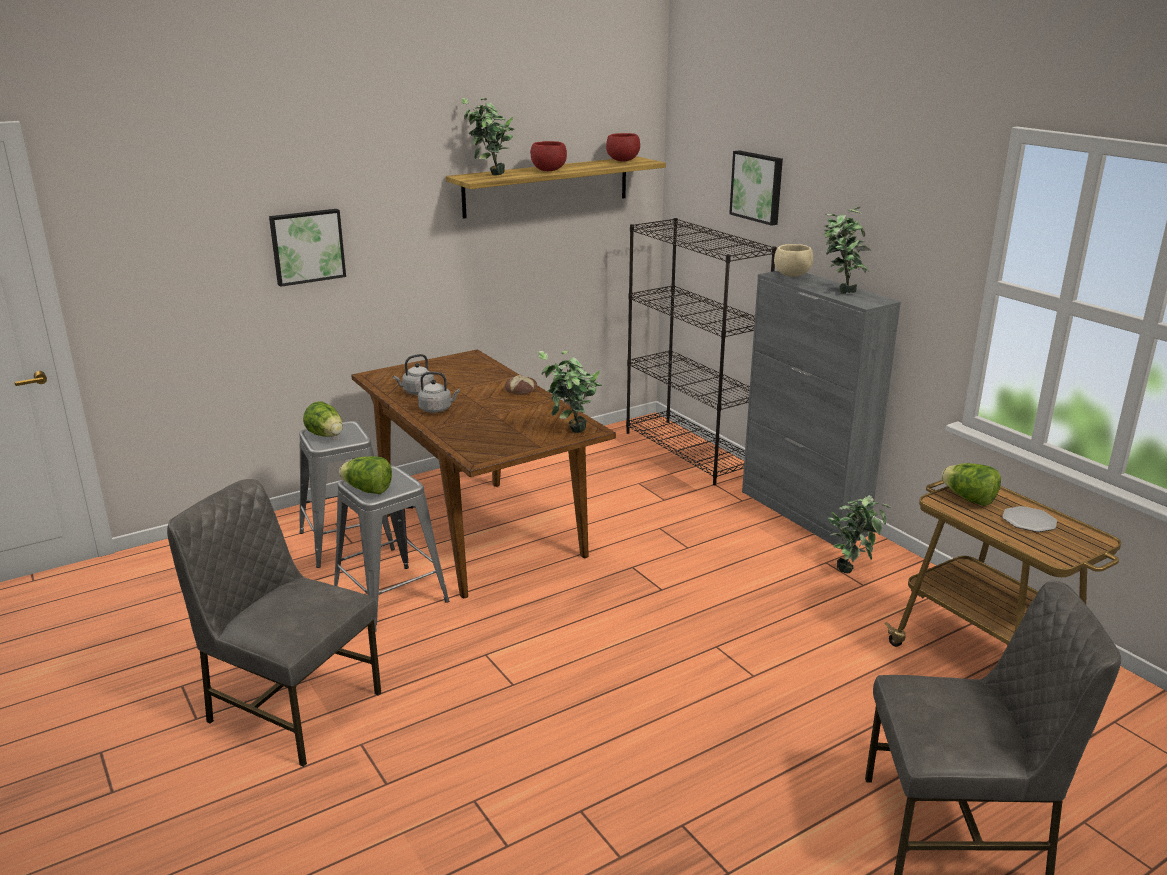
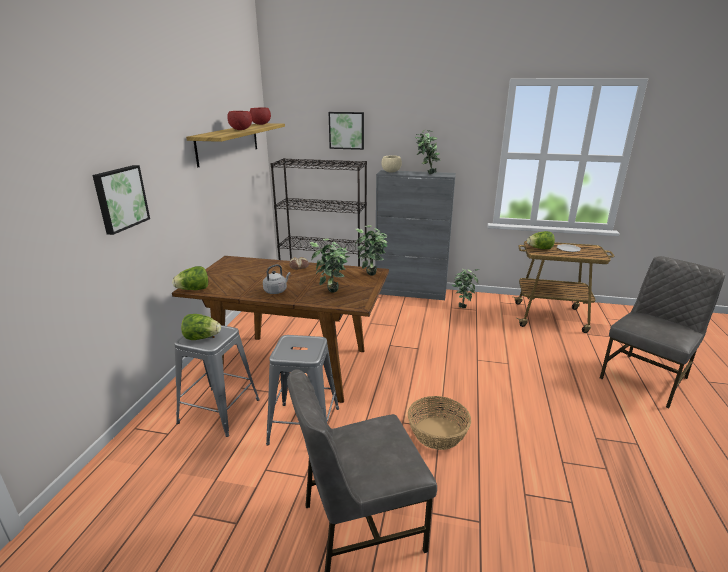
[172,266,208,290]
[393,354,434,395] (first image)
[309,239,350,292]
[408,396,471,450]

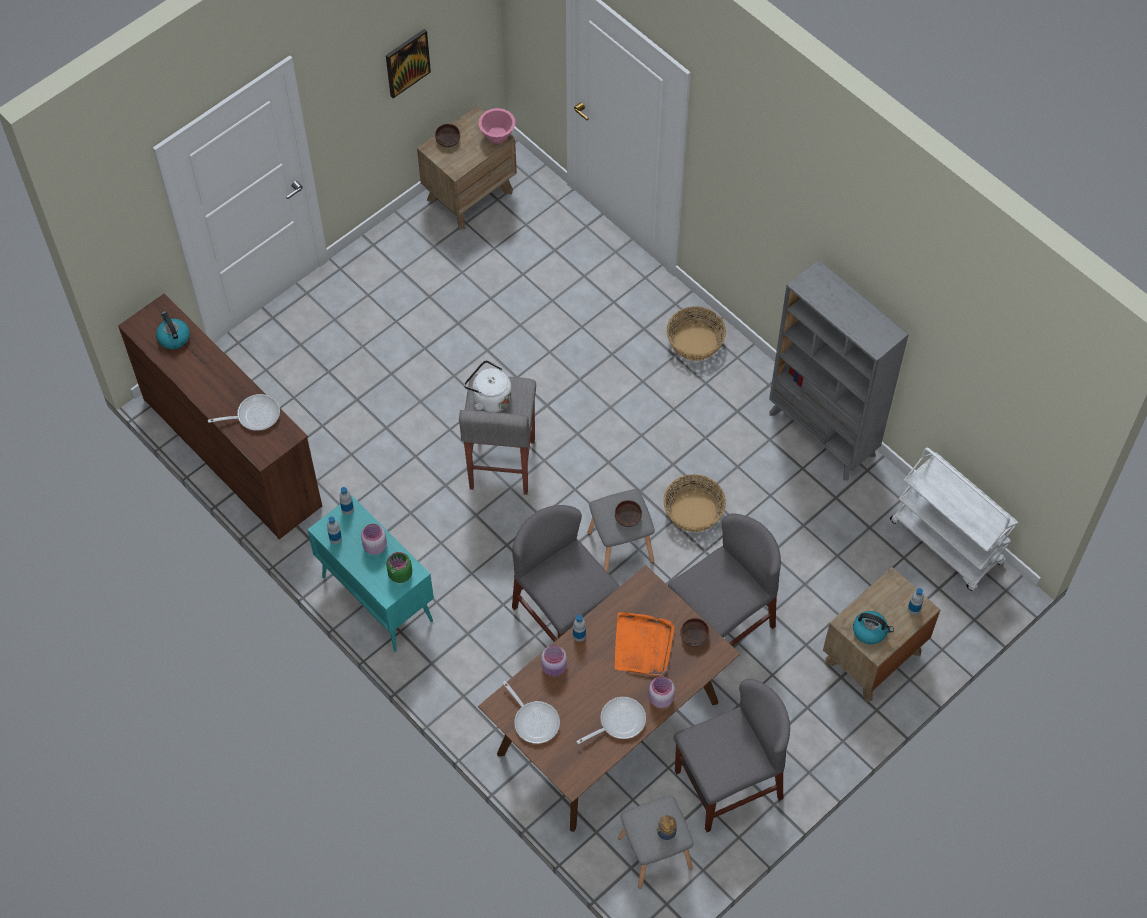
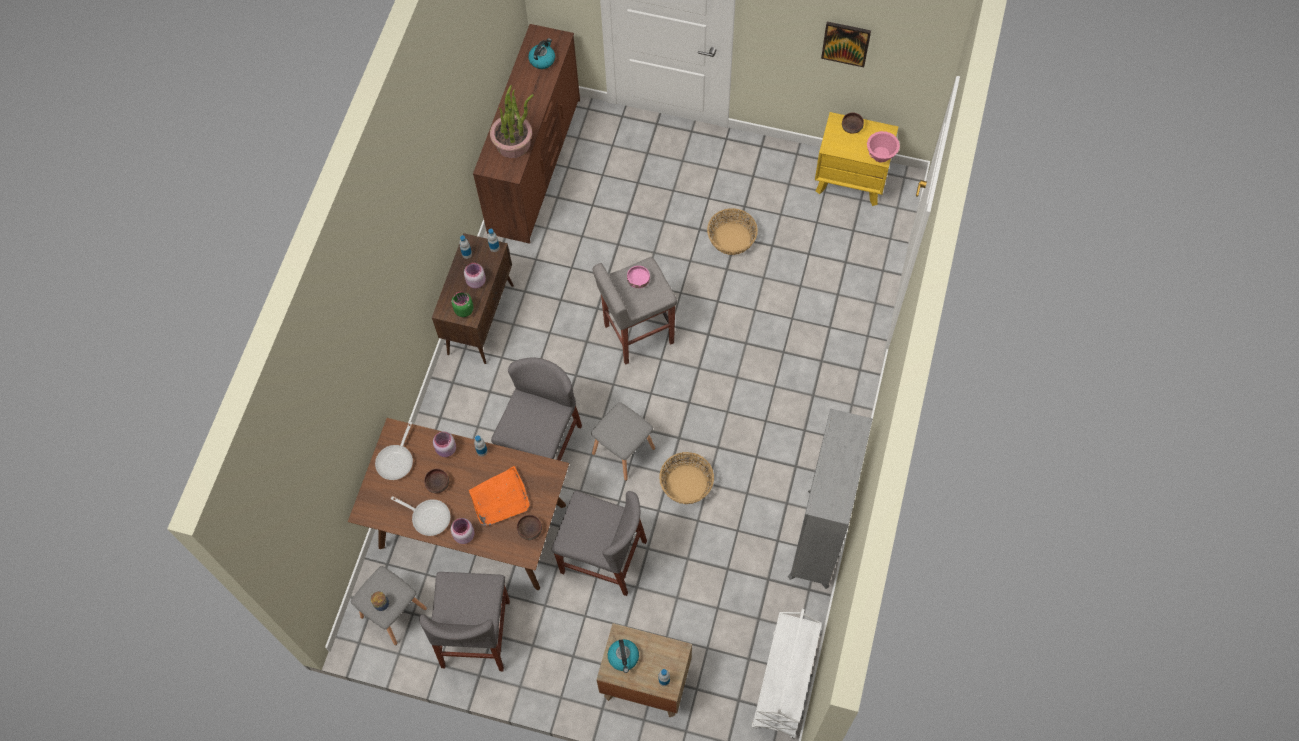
[490,85,534,158]
[432,233,514,364]
[815,112,899,206]
[627,266,650,288]
[424,469,449,493]
[707,208,758,255]
[419,572,510,671]

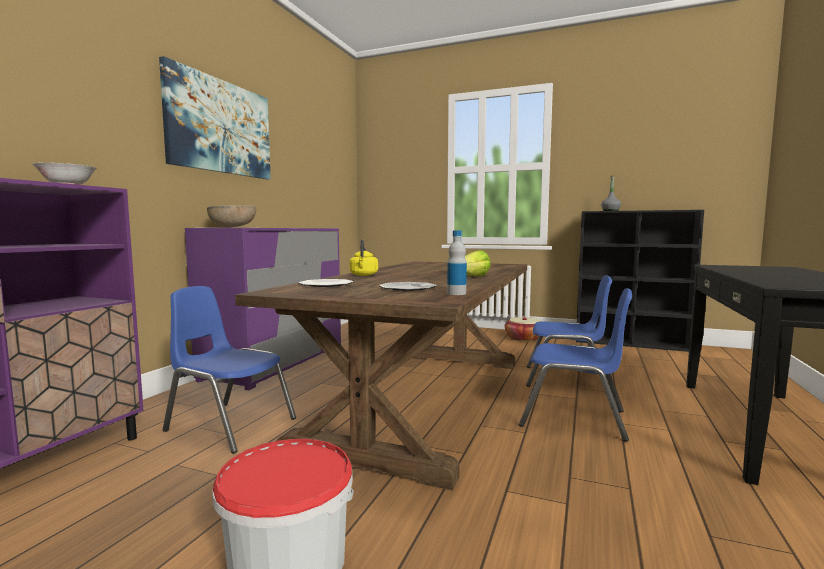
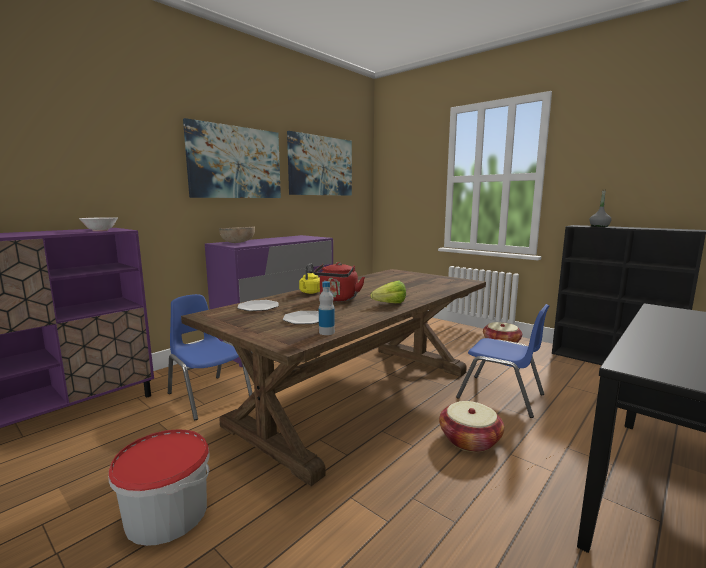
[439,401,504,452]
[287,131,352,196]
[314,262,365,302]

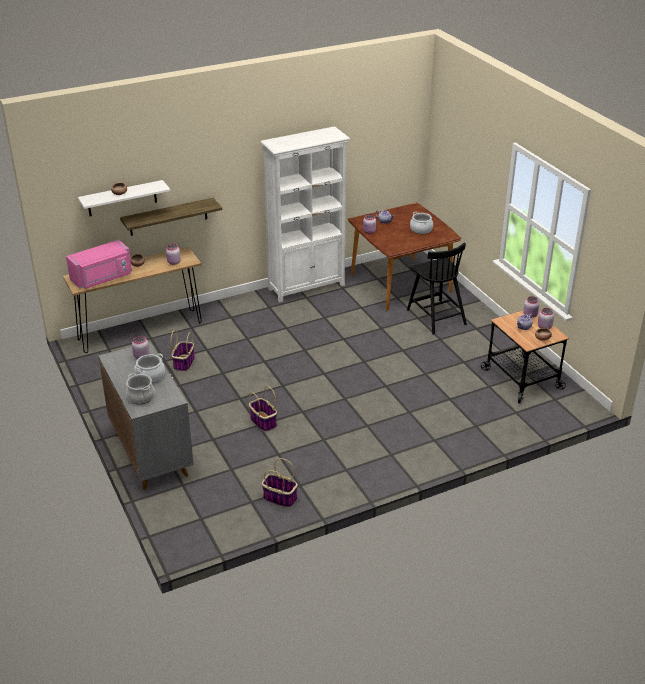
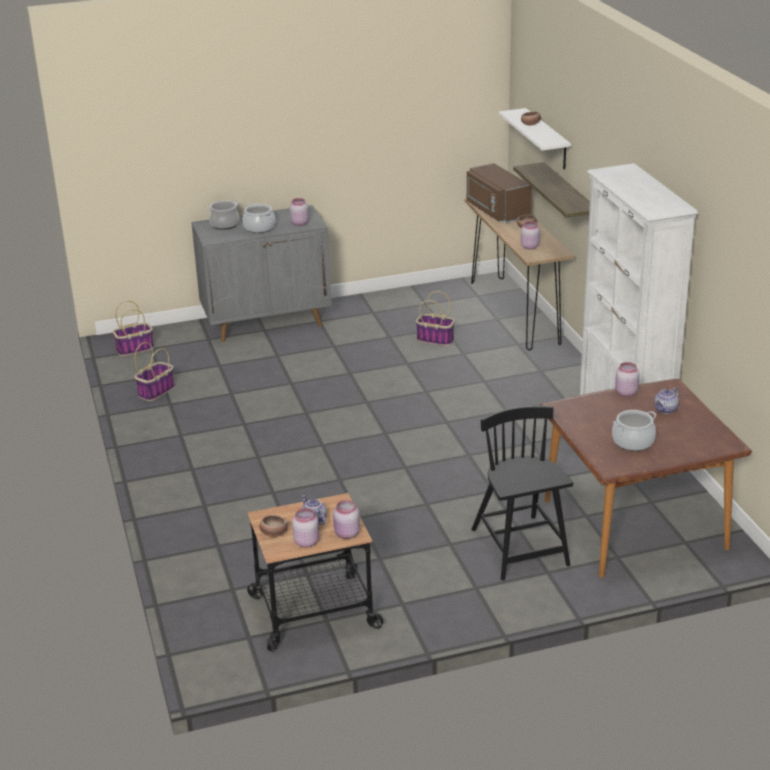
[467,163,532,222]
[113,301,154,356]
[471,406,573,580]

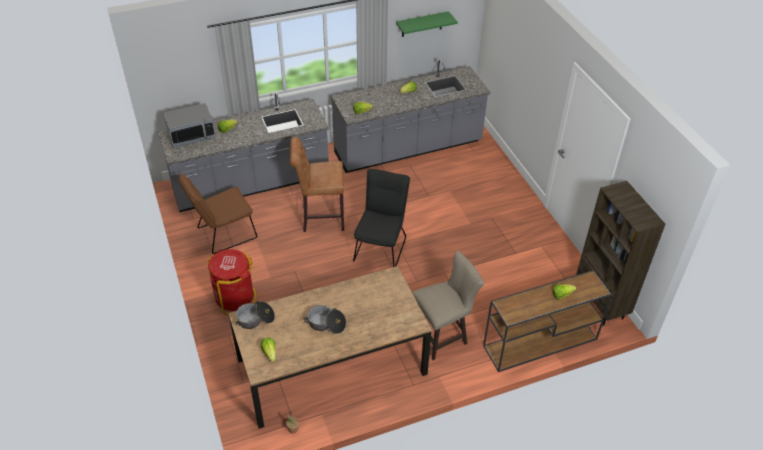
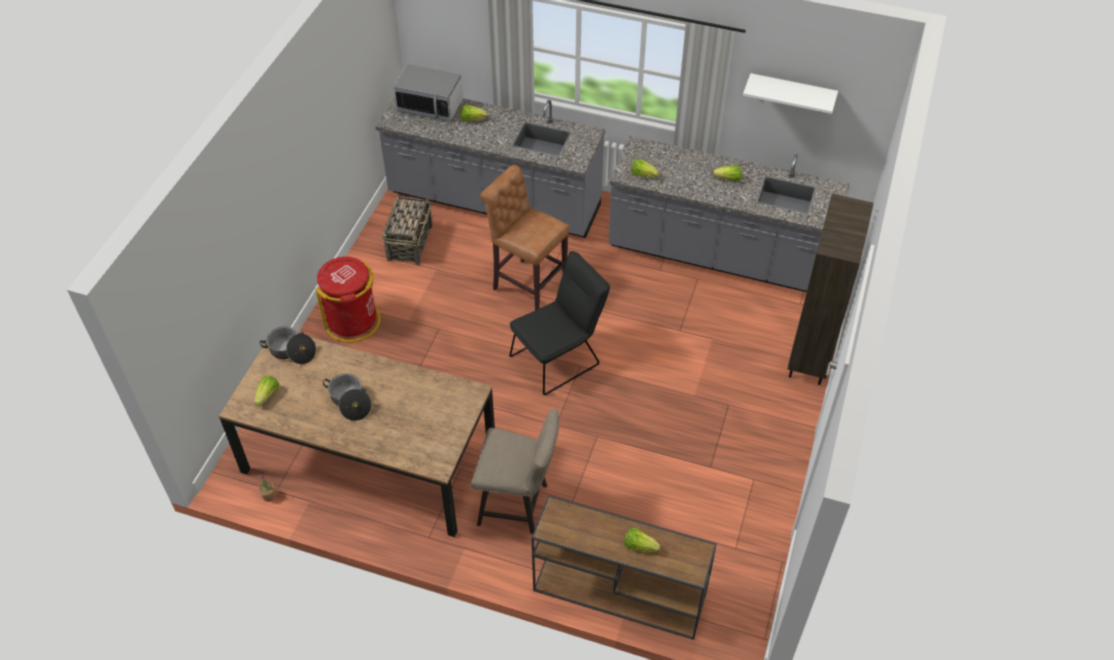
[382,196,433,265]
[743,73,838,114]
[788,194,874,385]

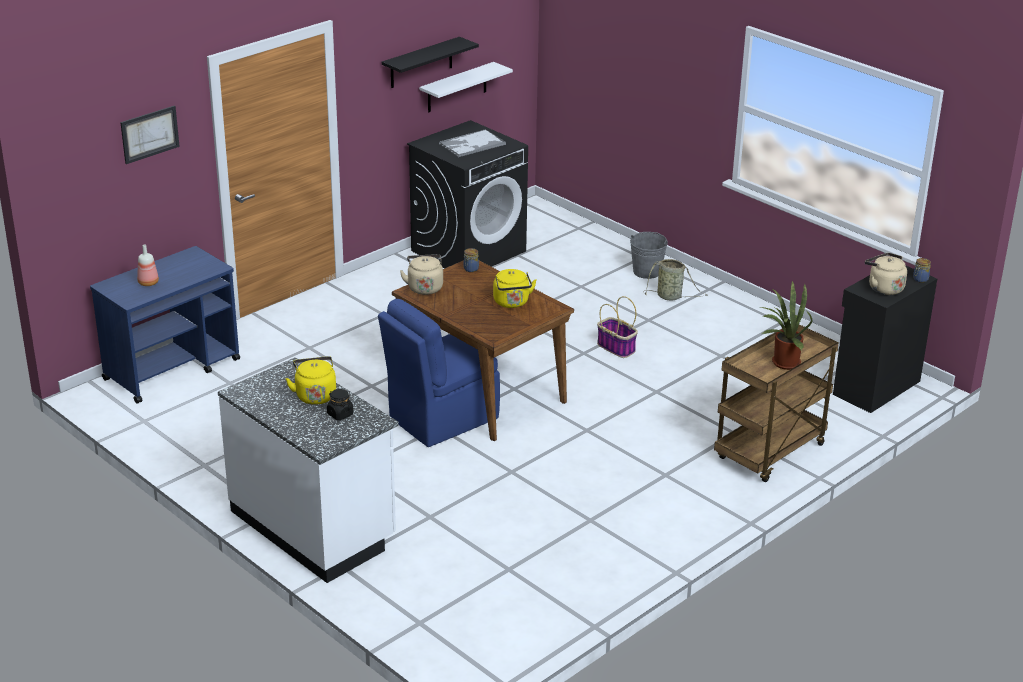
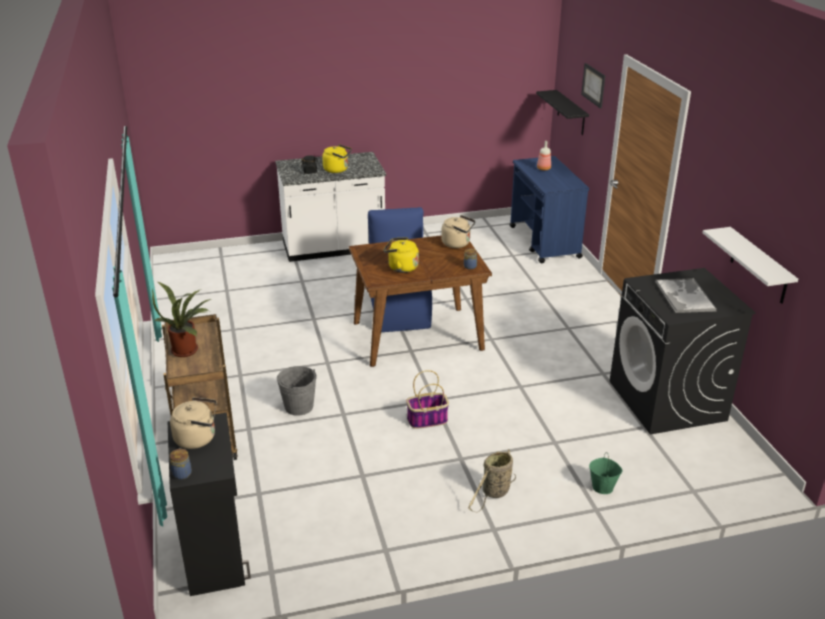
[536,90,589,135]
[277,366,317,416]
[589,452,623,494]

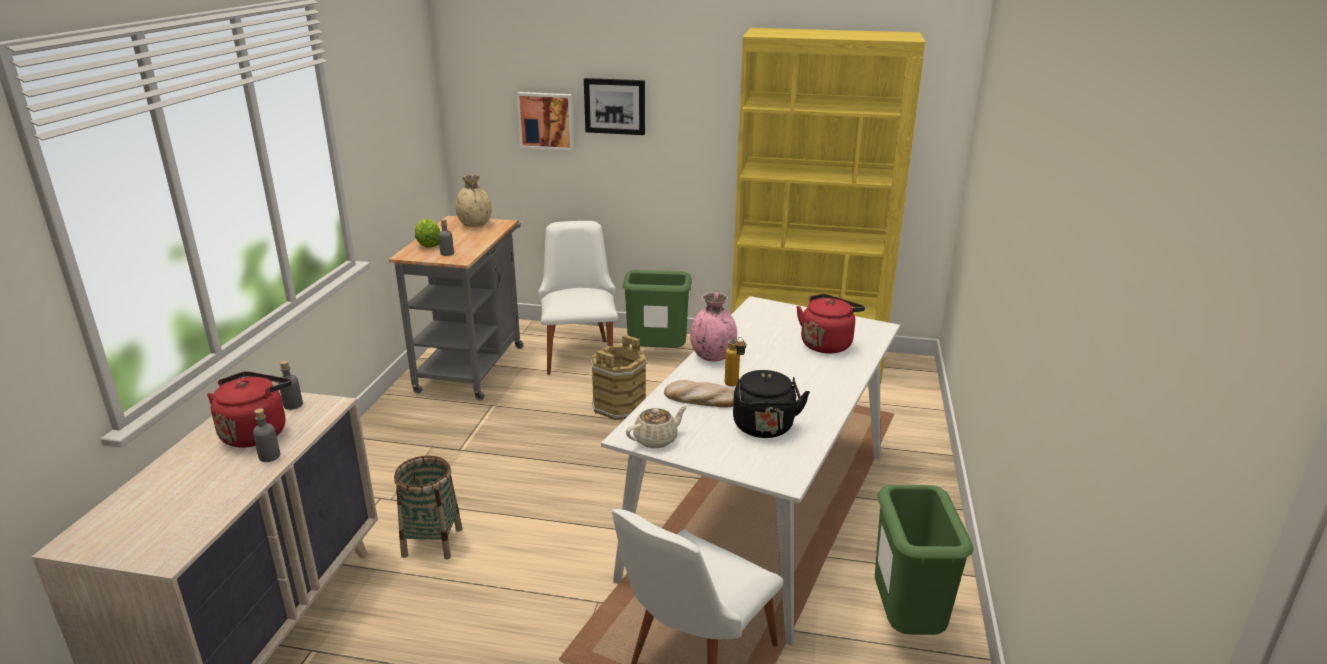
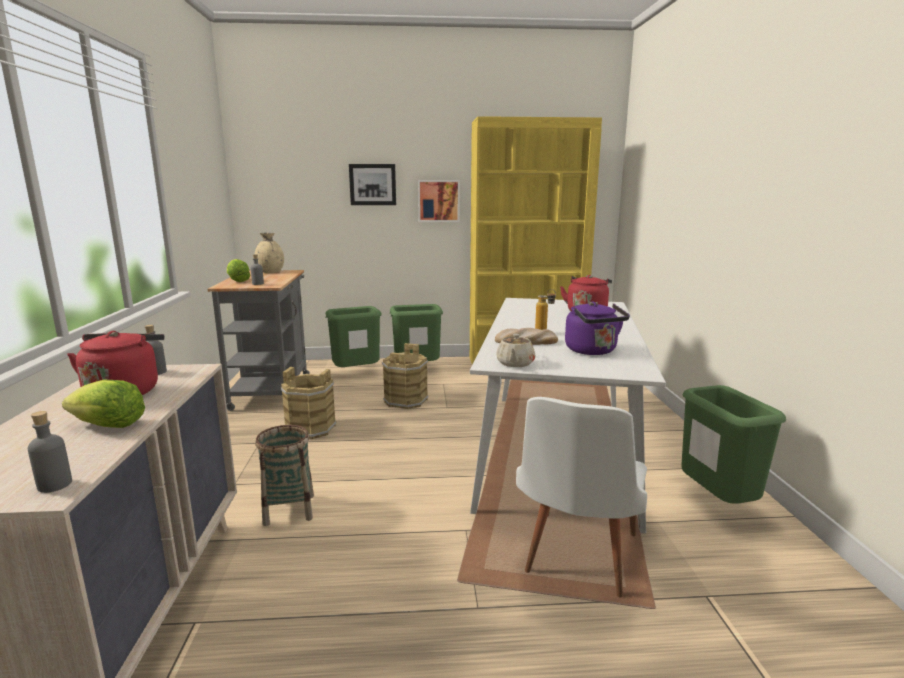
[28,411,72,493]
[418,180,460,222]
[325,306,381,367]
[496,334,535,367]
[690,293,737,362] (first image)
[565,301,630,355]
[62,380,145,428]
[281,367,337,439]

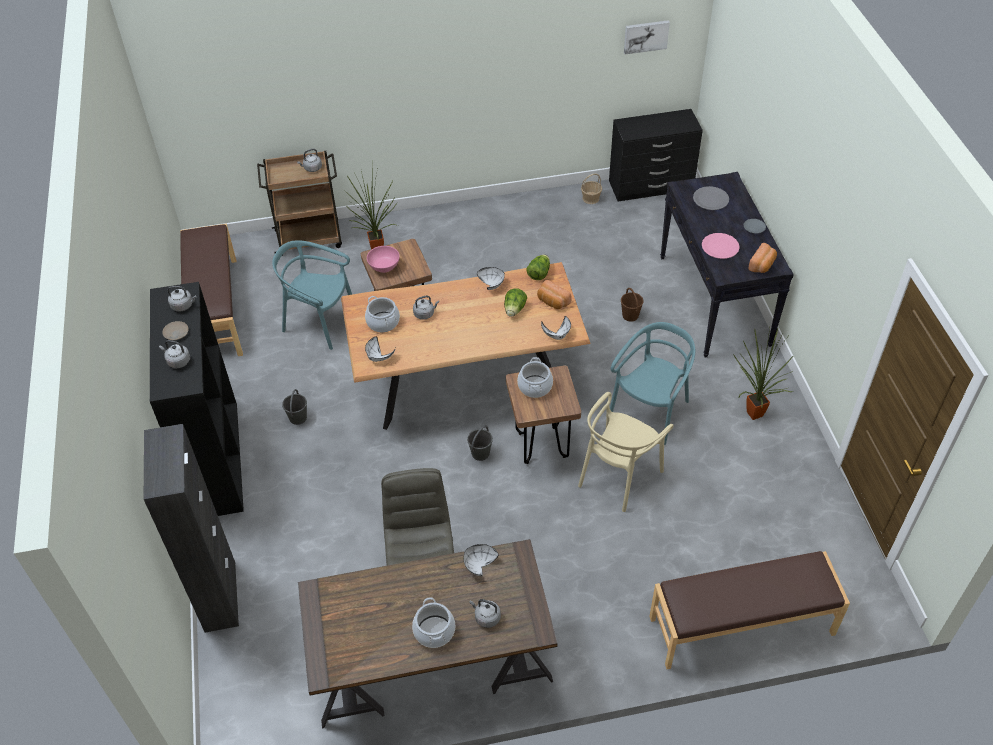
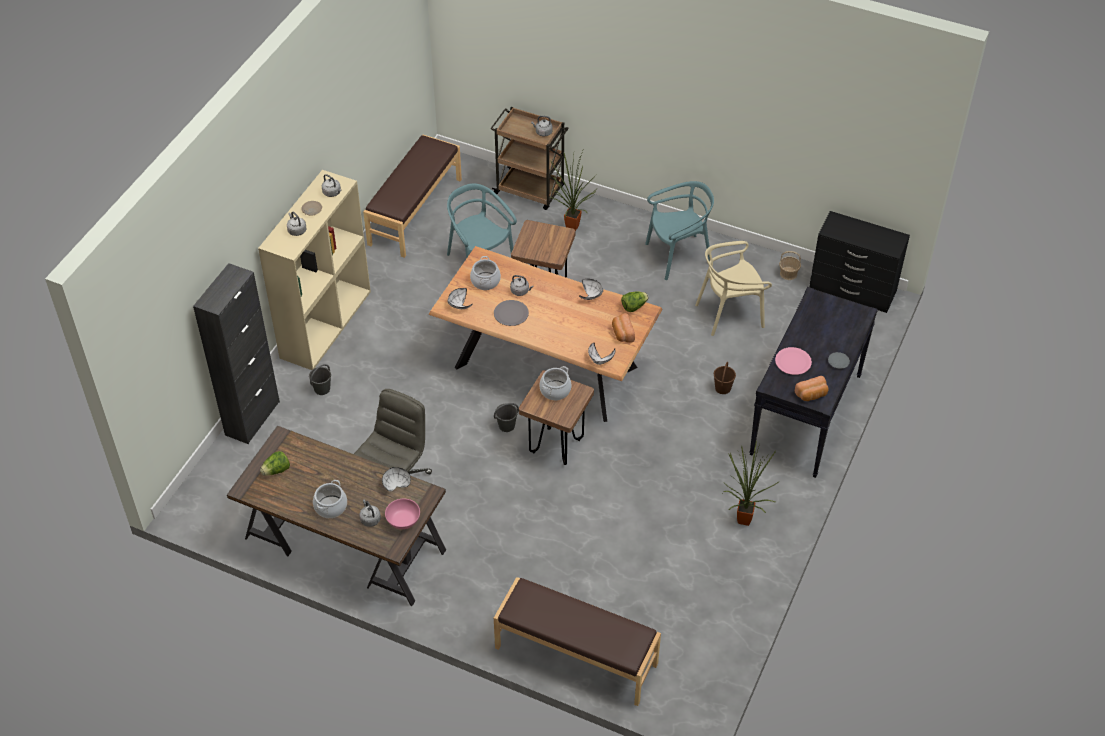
[258,170,371,370]
[309,364,331,395]
[385,499,420,529]
[260,451,290,476]
[695,241,772,336]
[645,181,714,280]
[624,20,670,54] (first image)
[494,300,529,326]

